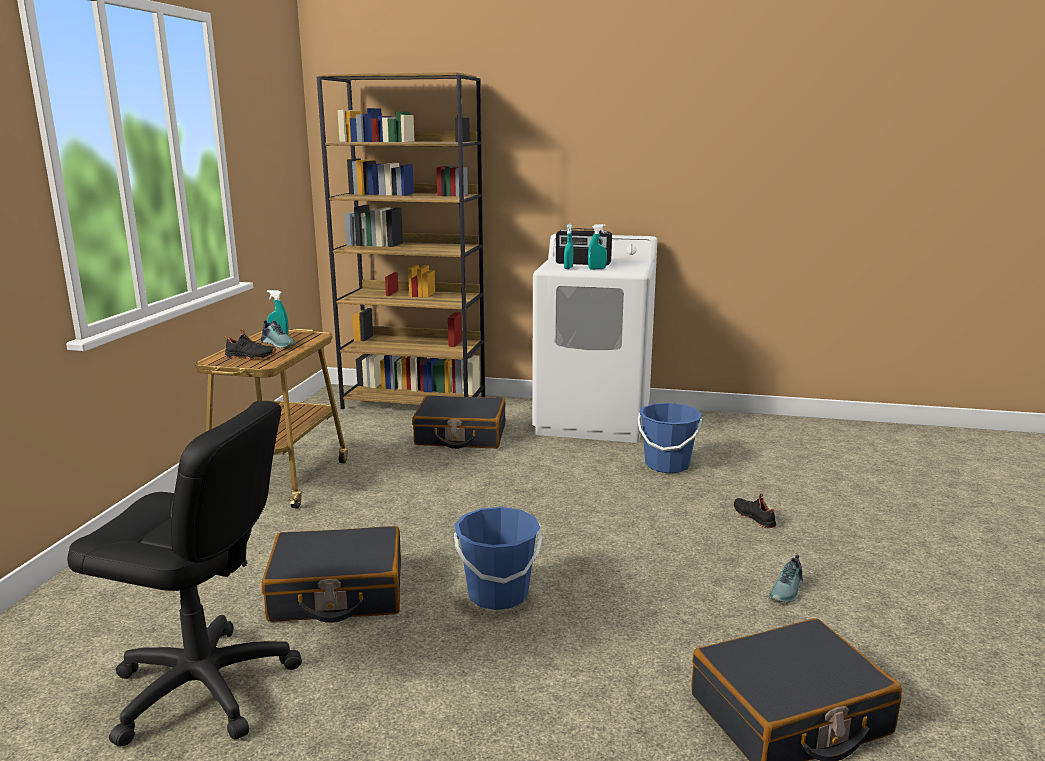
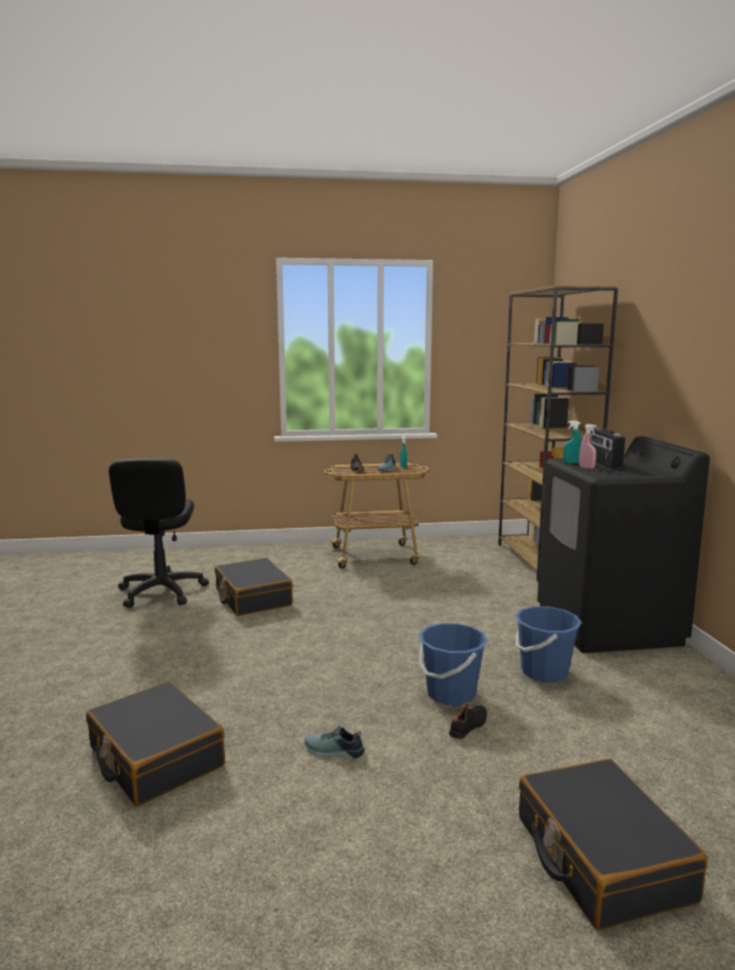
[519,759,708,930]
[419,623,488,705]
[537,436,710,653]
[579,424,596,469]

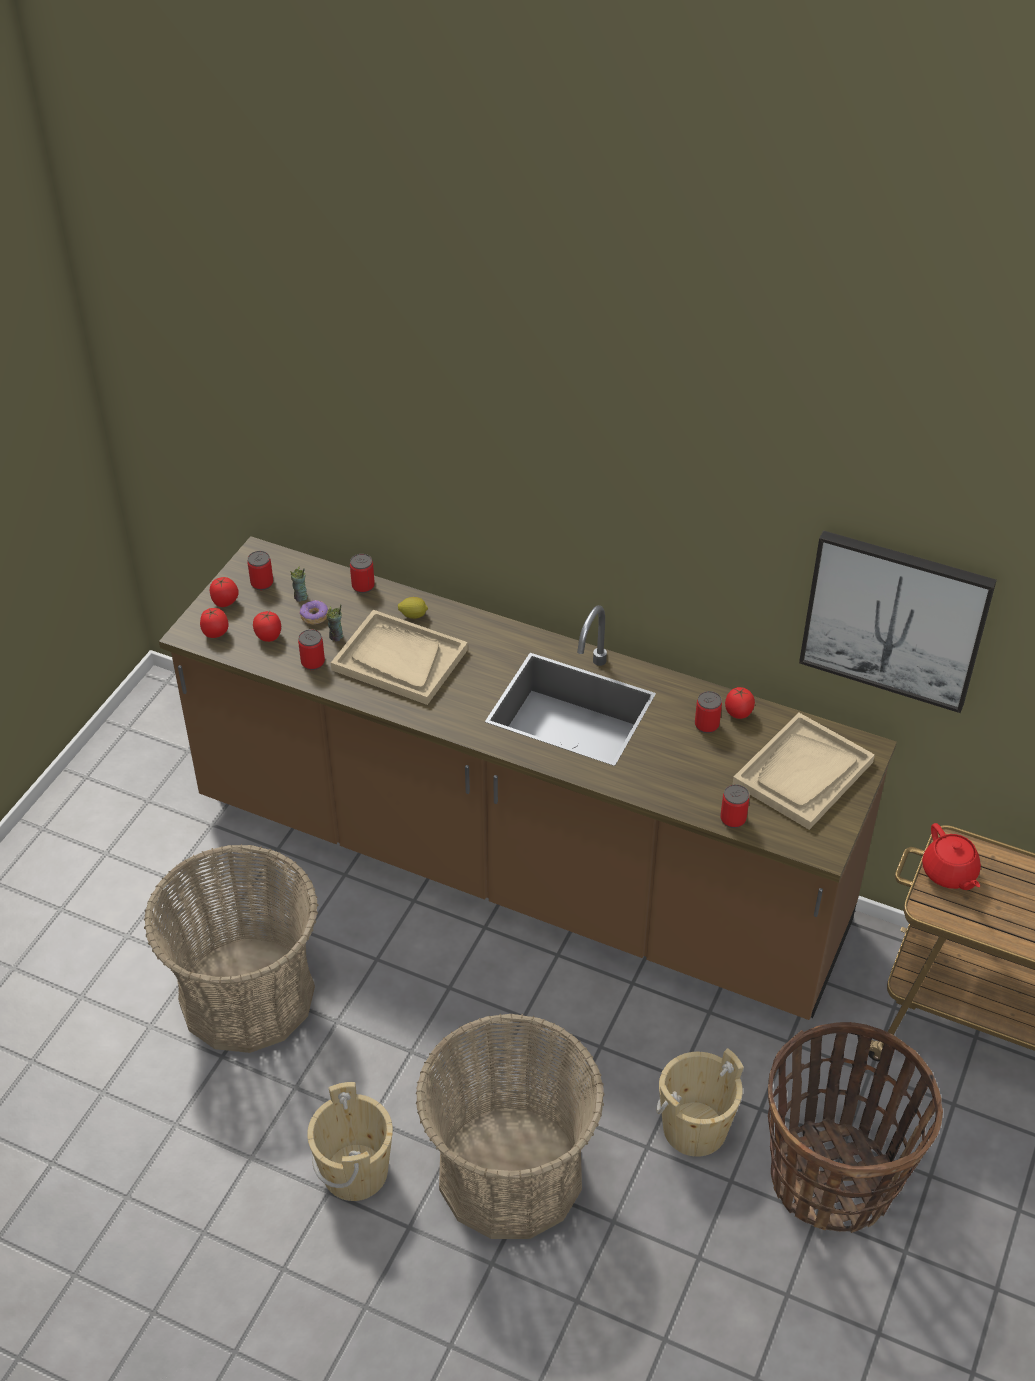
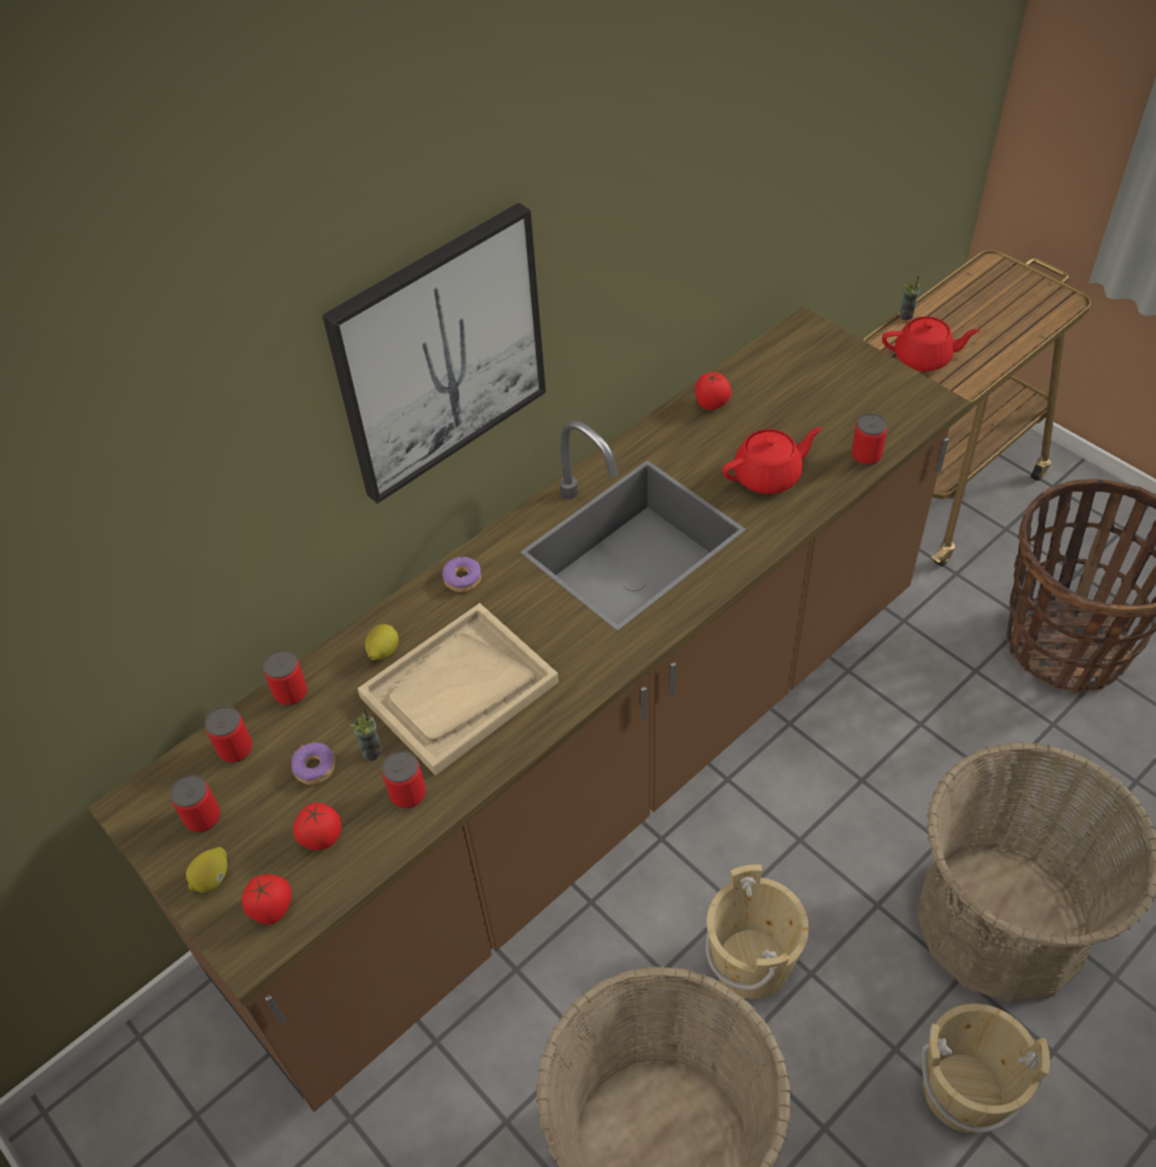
[186,847,227,893]
[899,275,921,321]
[706,864,809,999]
[205,706,252,763]
[733,712,875,830] (first image)
[322,202,546,504]
[442,557,481,592]
[722,427,822,494]

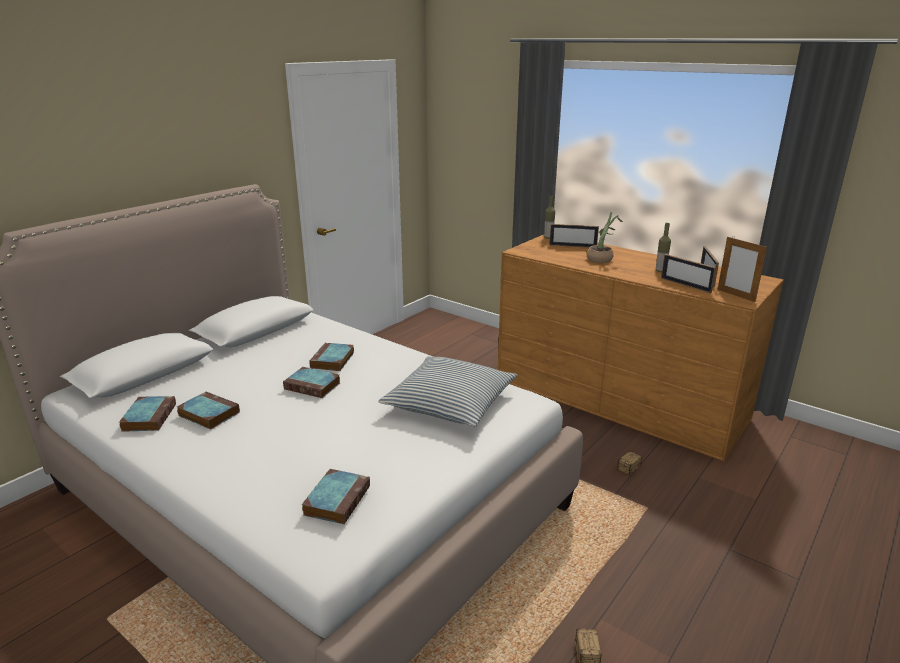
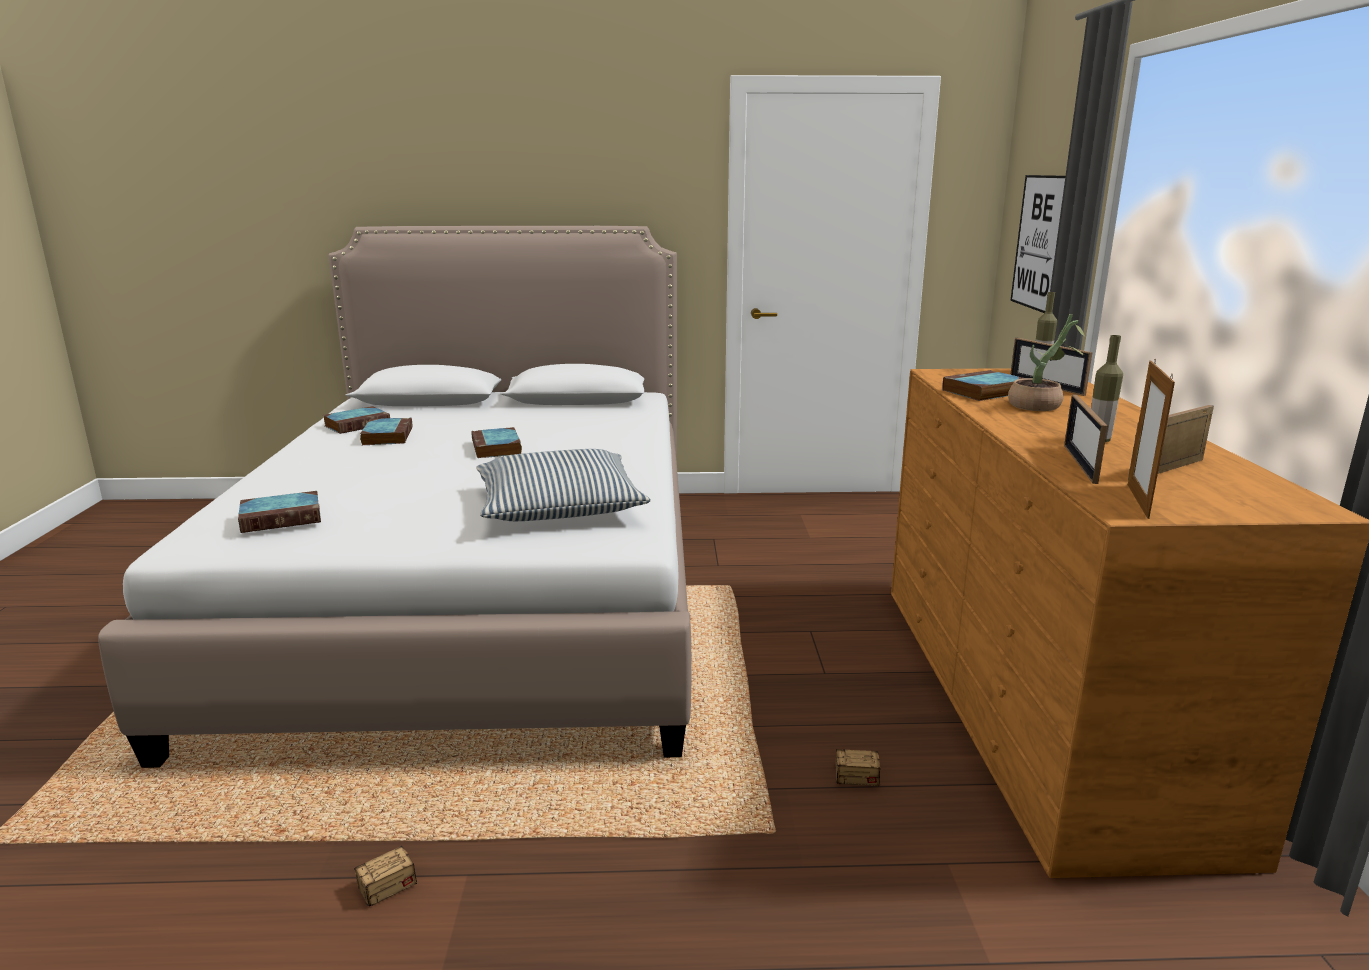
[942,370,1023,401]
[1010,175,1065,313]

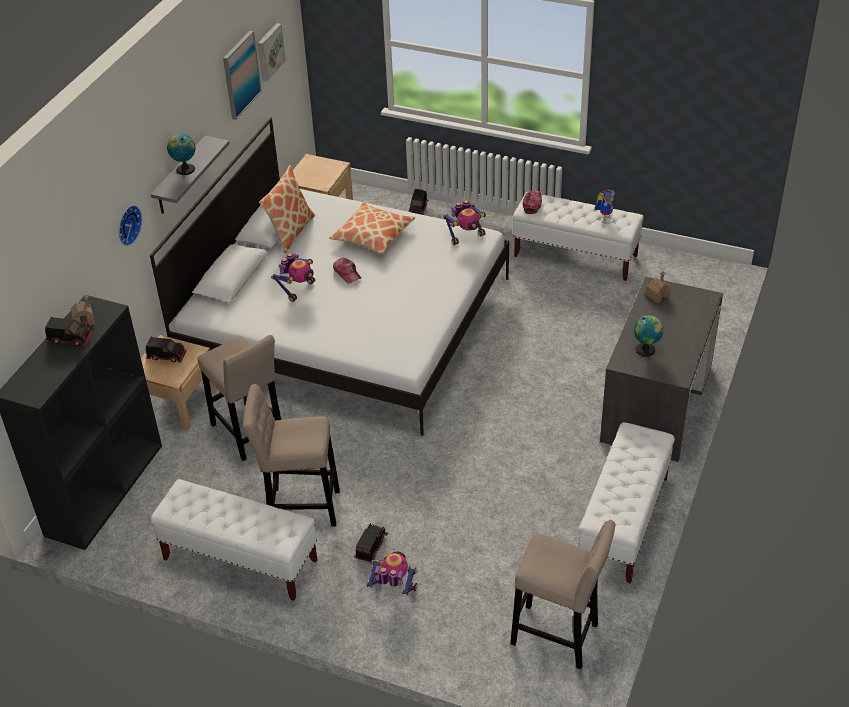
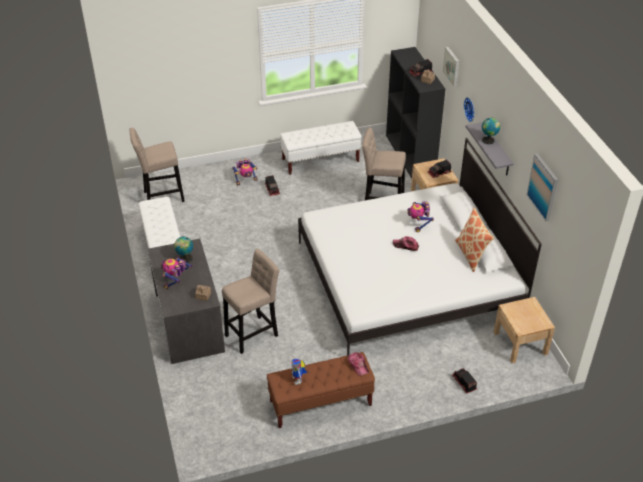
[222,249,280,354]
[443,47,460,86]
[329,202,415,255] (first image)
[161,257,192,289]
[267,352,375,428]

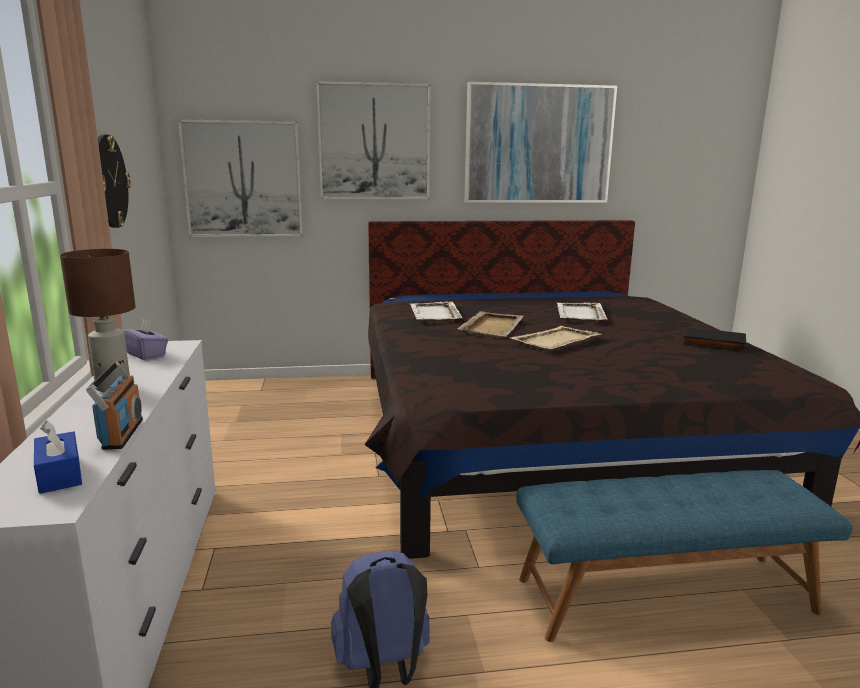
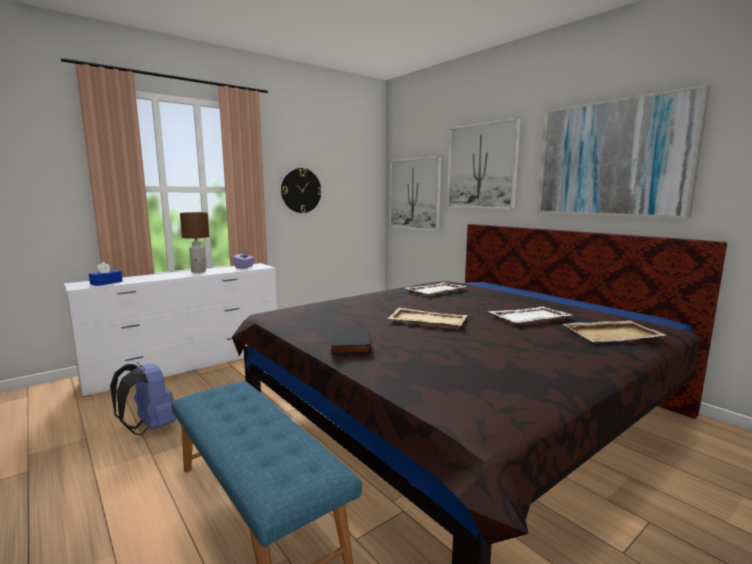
[86,361,143,450] (first image)
[563,320,666,342]
[330,326,371,354]

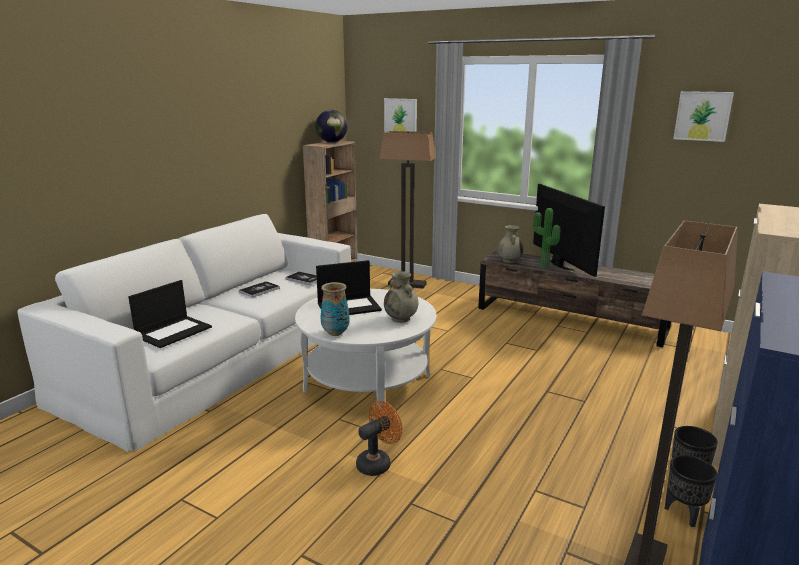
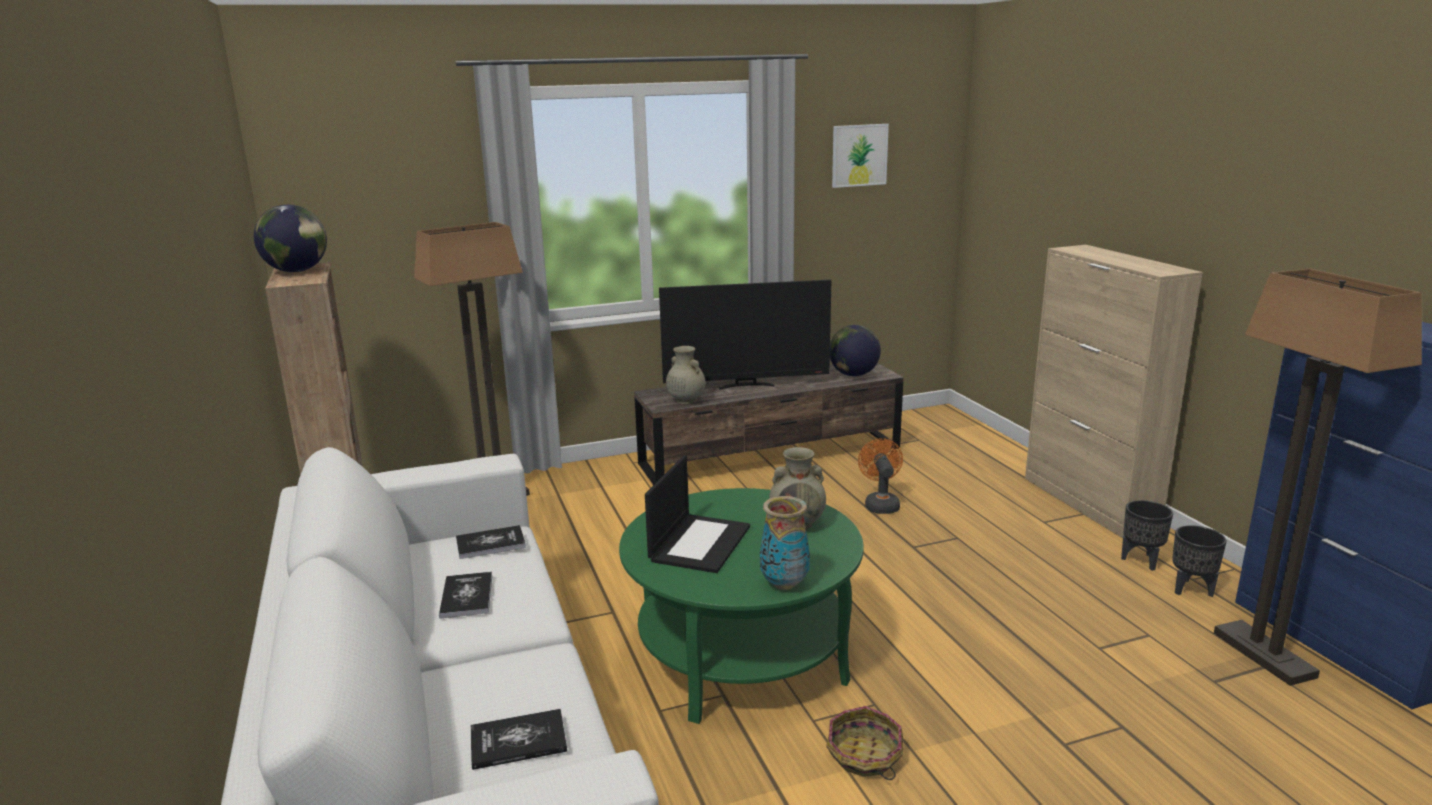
[471,709,567,770]
[619,488,864,724]
[858,438,903,514]
[384,98,417,133] (first image)
[659,280,831,390]
[533,208,560,269] (first image)
[826,706,904,780]
[830,325,881,376]

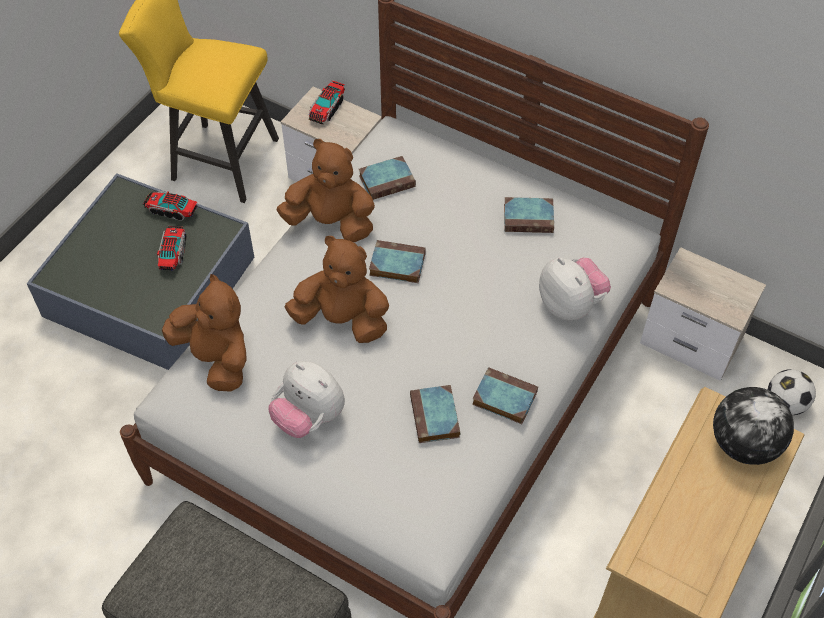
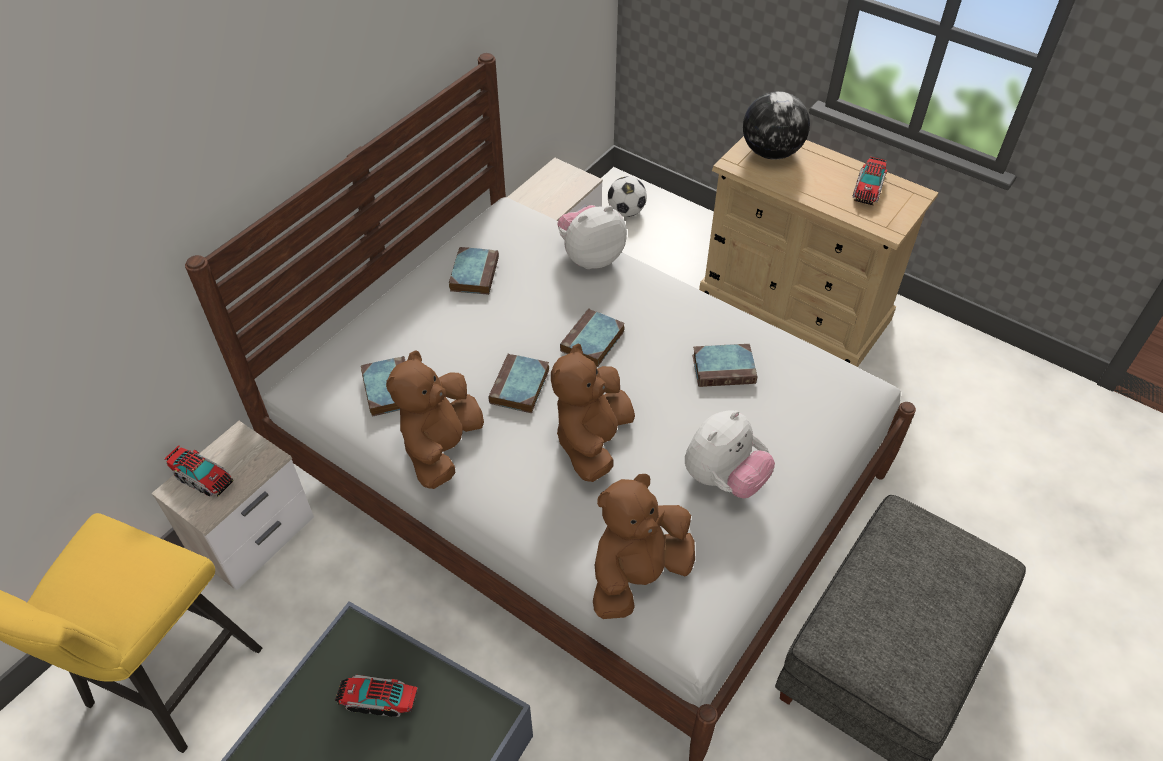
[852,157,888,205]
[560,308,625,367]

